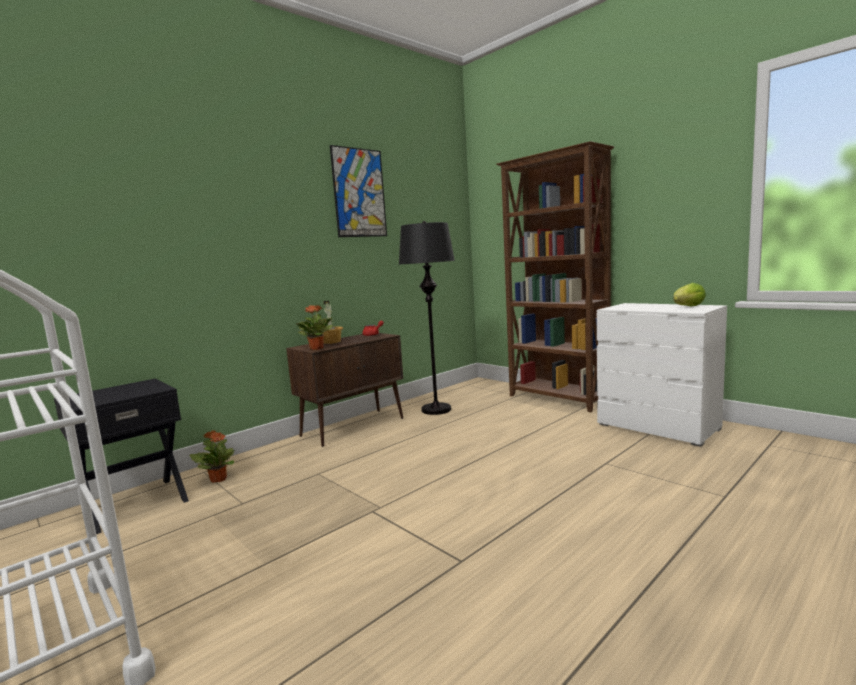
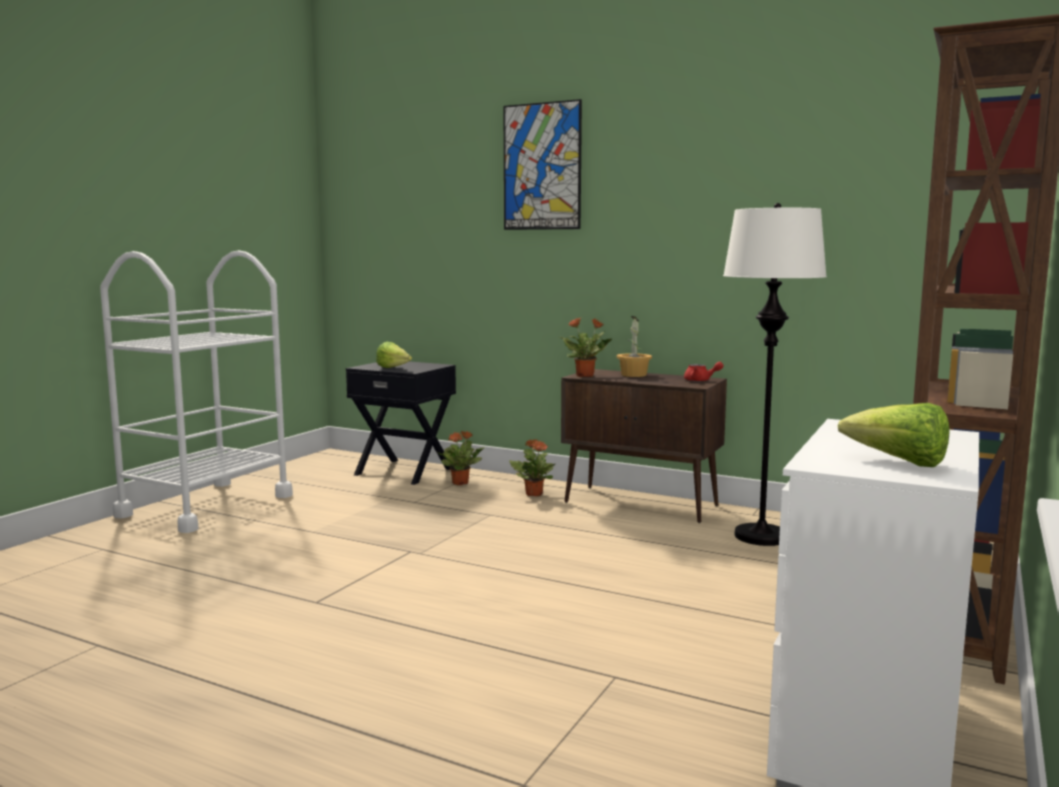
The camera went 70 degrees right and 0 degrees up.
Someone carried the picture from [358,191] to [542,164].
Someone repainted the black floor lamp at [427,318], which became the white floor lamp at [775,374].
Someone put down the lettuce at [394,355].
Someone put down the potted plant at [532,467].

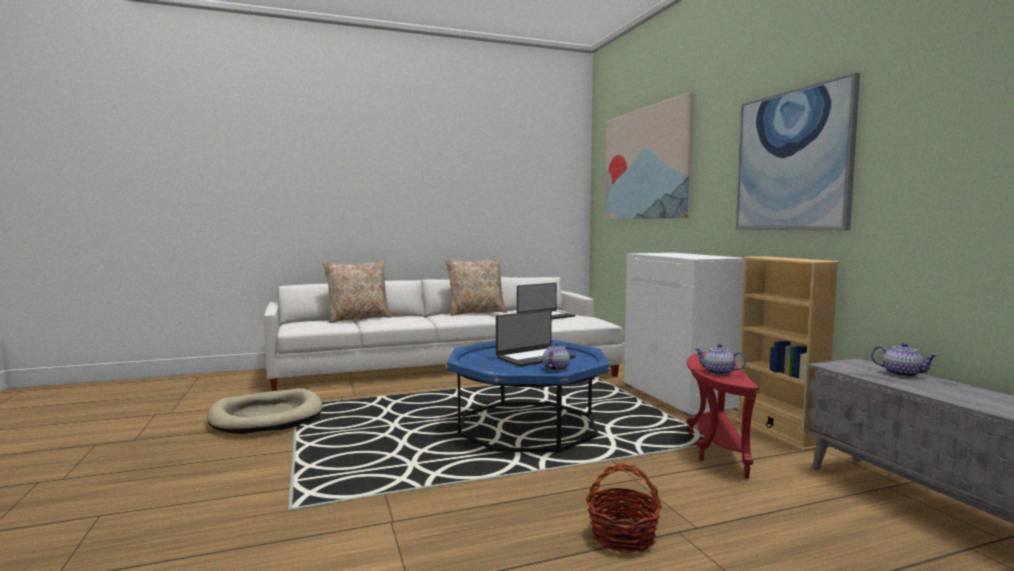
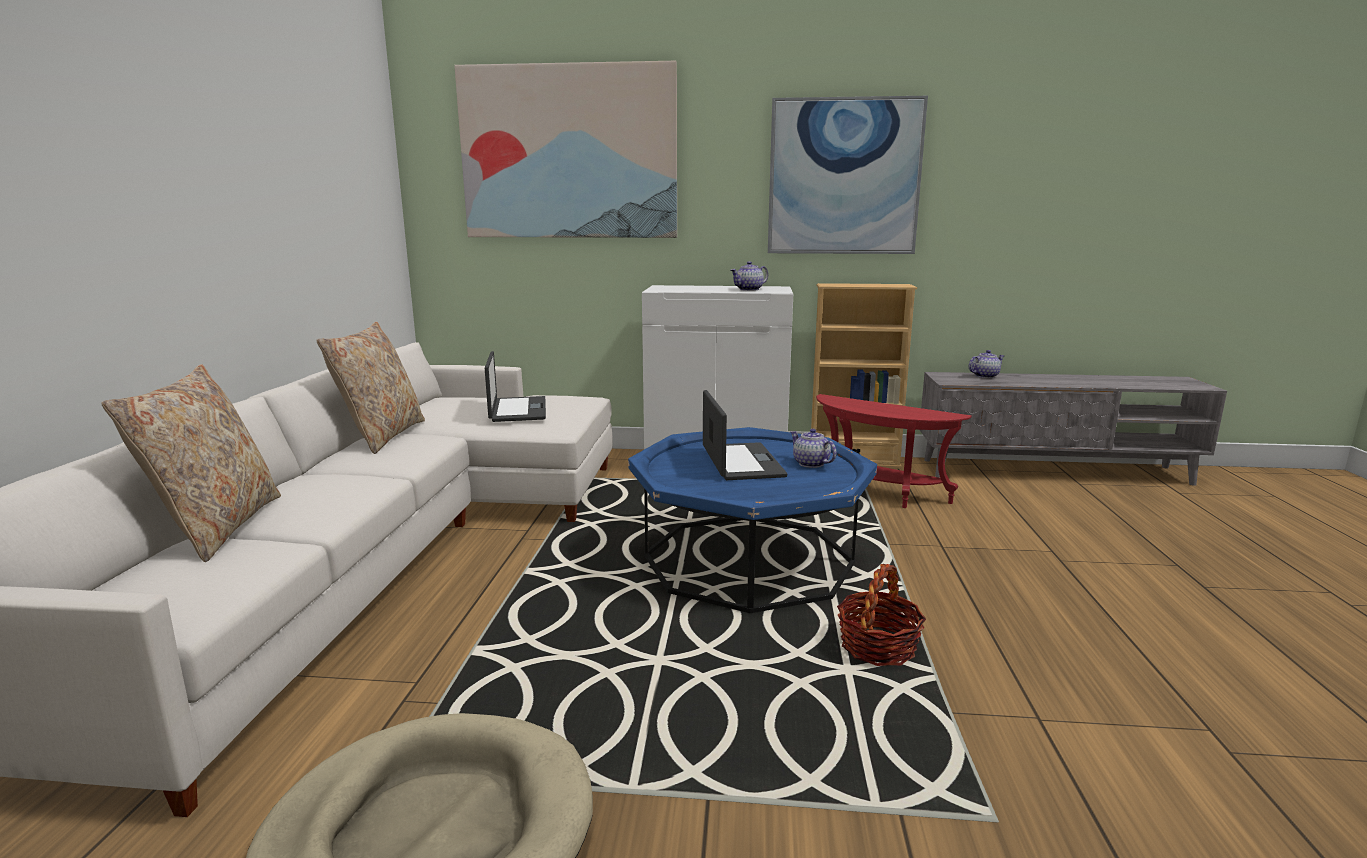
The camera went 65 degrees left and 10 degrees up.
Someone carried the teapot from [720,359] to [749,276].
Someone carried the basket from [624,508] to [881,615].

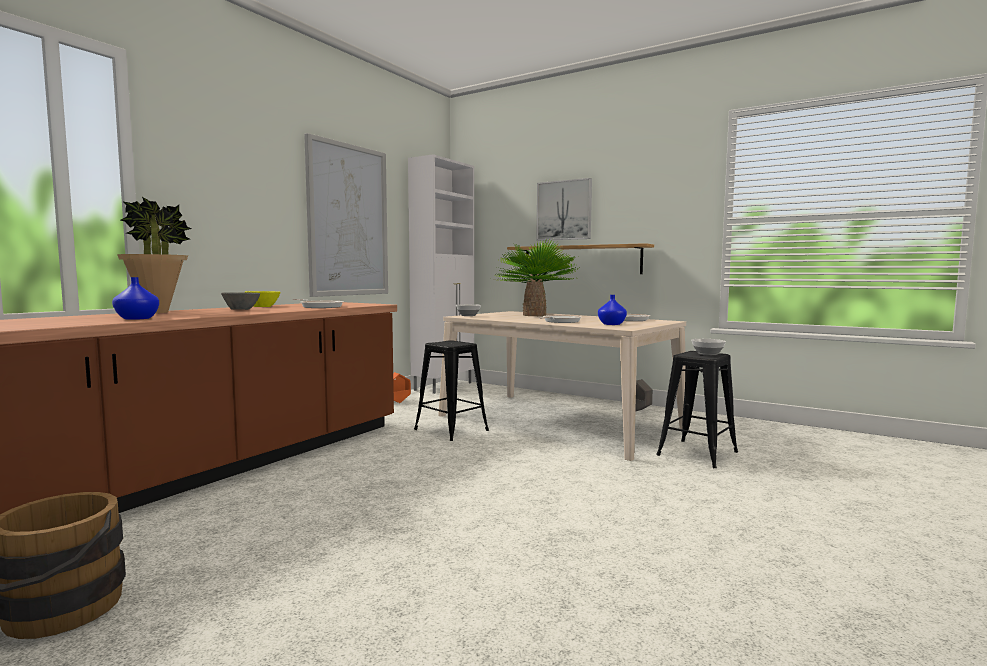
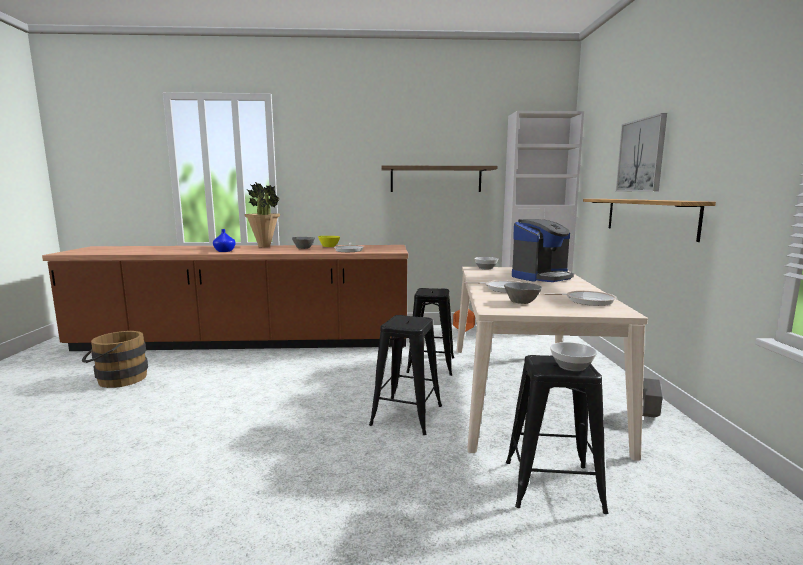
The camera went 55 degrees right and 5 degrees up.
Someone swapped the picture at [346,215] for the shelf at [439,179].
Someone swapped the potted plant at [538,278] for the coffee machine at [543,250].
Someone swapped the blue vase at [612,310] for the grey bowl at [523,293].
Someone put down the black stool at [405,375].

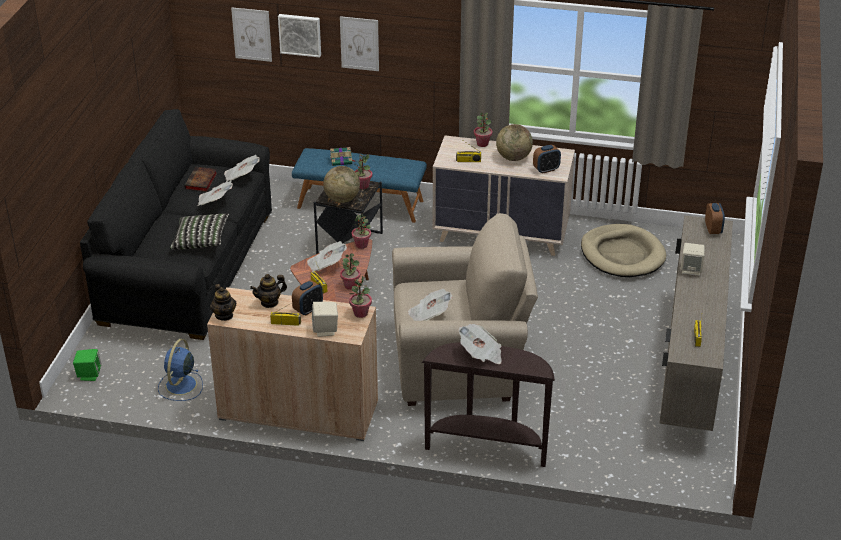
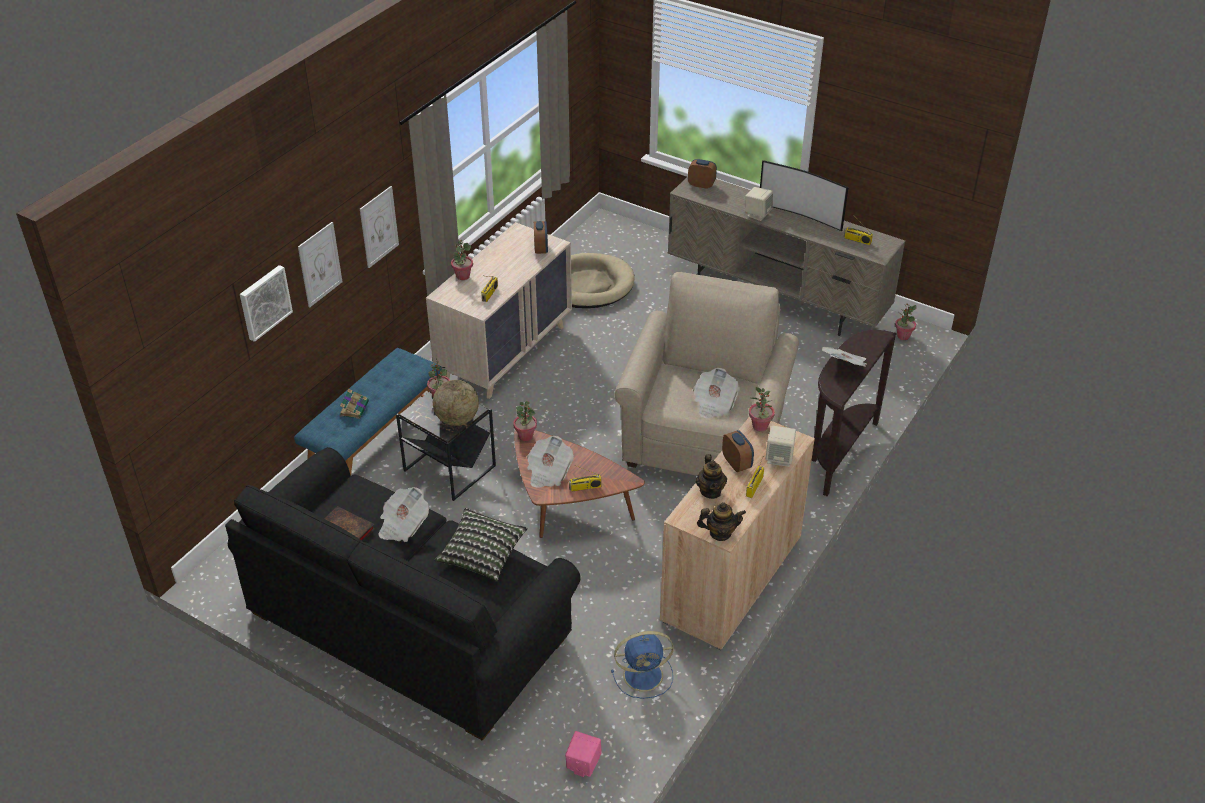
The camera went 70 degrees left and 5 degrees up.
Someone carried the picture from [251,34] to [379,227].
Someone took away the globe at [514,142].
Someone took away the newspaper at [242,168].
Someone carried the potted plant from [350,271] to [906,321].
Someone rotated the blue fan at [180,370] by 45 degrees counterclockwise.
Someone repainted the green speaker at [87,365], which became the pink speaker at [583,754].
Someone put down the television at [804,195].

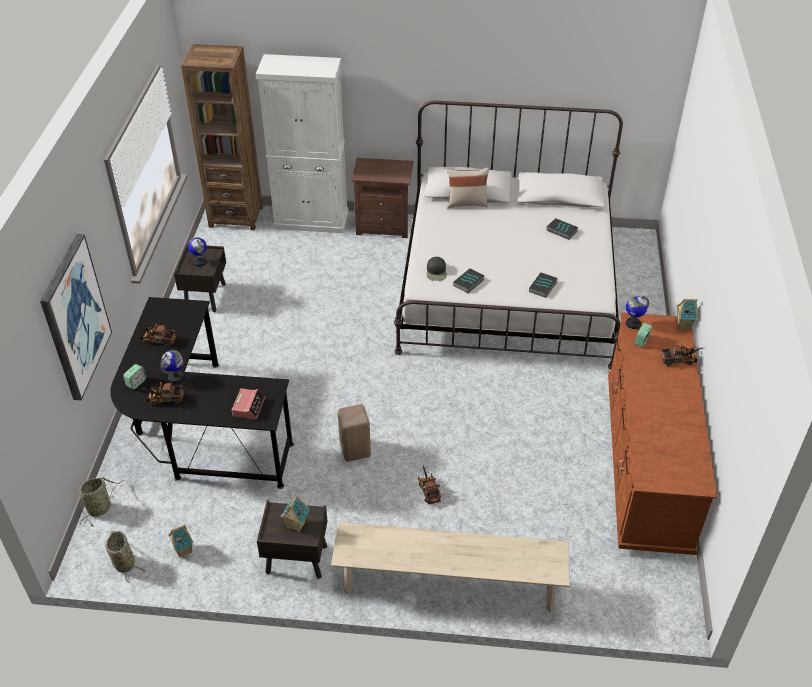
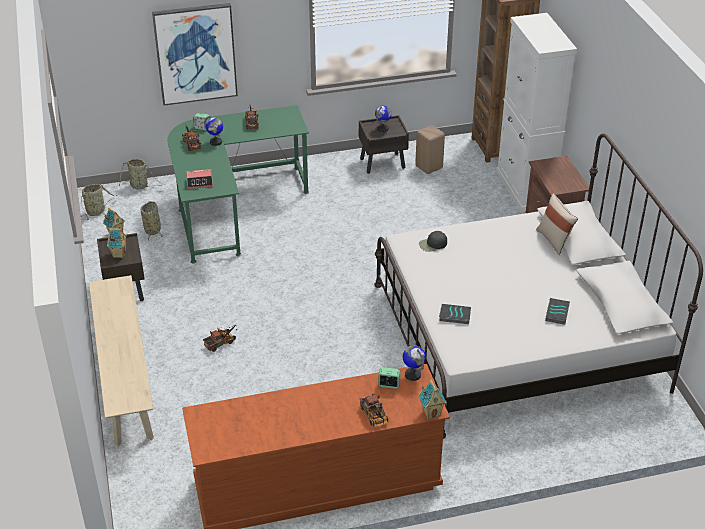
The camera went 70 degrees right and 5 degrees down.
Someone took away the book at [469,280].
Someone repainted the black desk at [202,393], which became the green desk at [238,184].
Someone carried the beige stool from [354,433] to [430,149].
Someone put down the basket at [152,221].

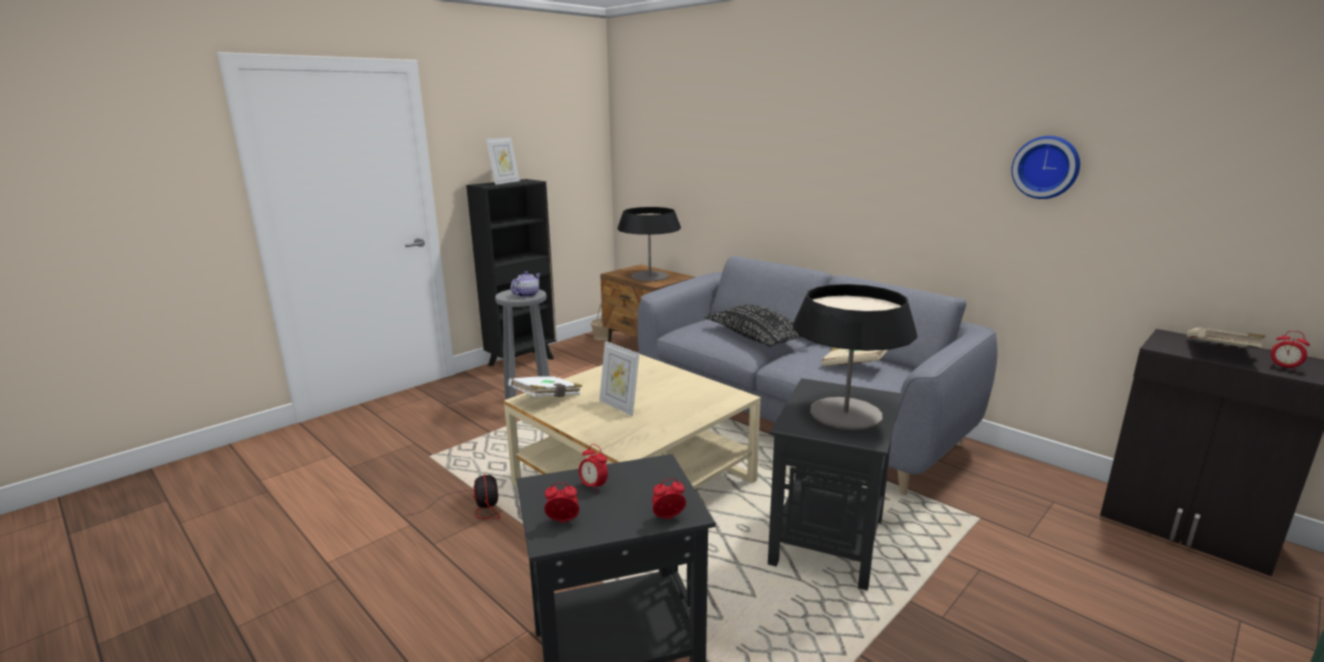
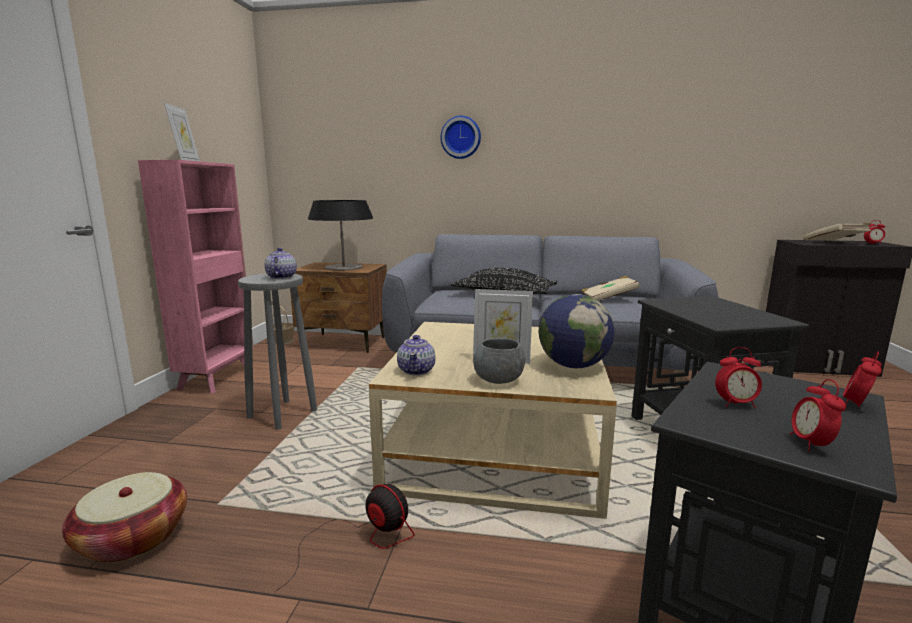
The camera went 35 degrees left and 5 degrees down.
Someone carried the wall clock from [1045,167] to [460,137].
Someone repainted the black bookcase at [511,272], which became the pink bookcase at [196,276].
Someone took away the table lamp at [855,357].
Someone swapped the white book at [545,386] for the teapot at [416,355].
Someone rotated the alarm clock at [561,503] by 45 degrees counterclockwise.
Someone put down the globe at [577,331].
Someone put down the grey bowl at [499,361].
Someone put down the basket at [124,517].

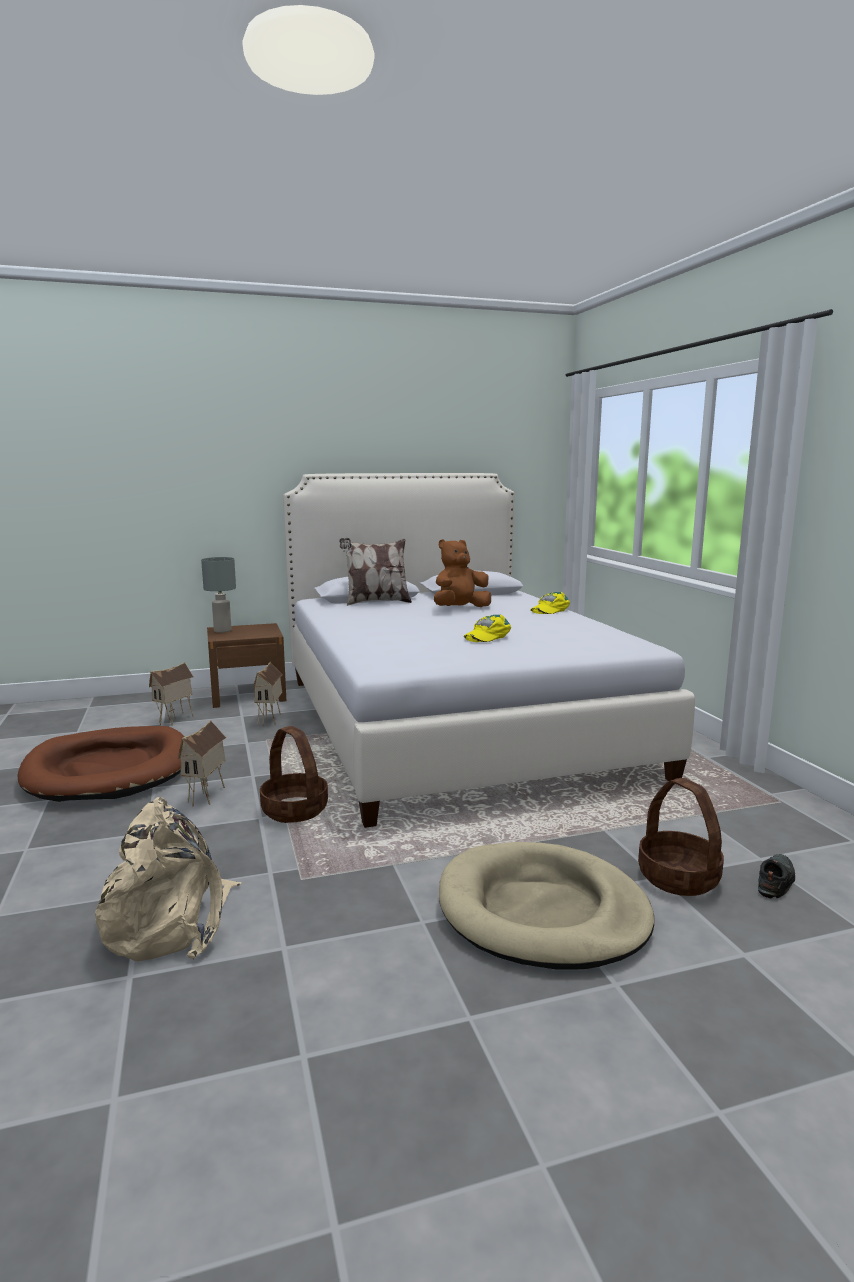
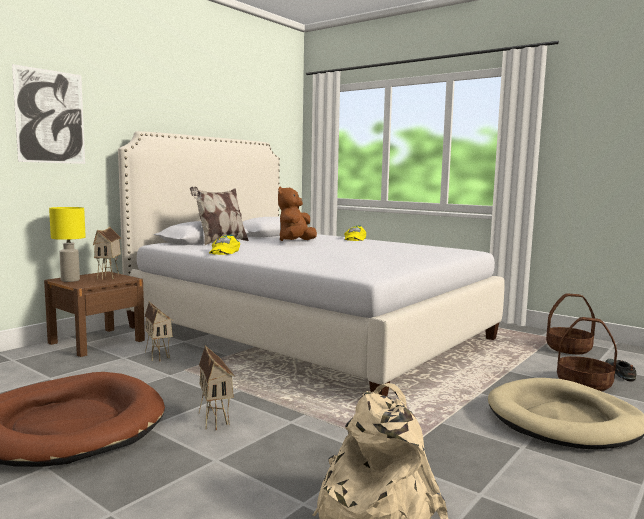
The camera went 35 degrees left and 5 degrees down.
Someone repainted the grey table lamp at [218,595], which became the yellow table lamp at [67,244].
Someone carried the yellow cap from [487,628] to [224,245].
Someone carried the toy house from [171,693] to [107,253].
Someone carried the basket from [294,774] to [571,324].
Someone put up the picture at [48,114].

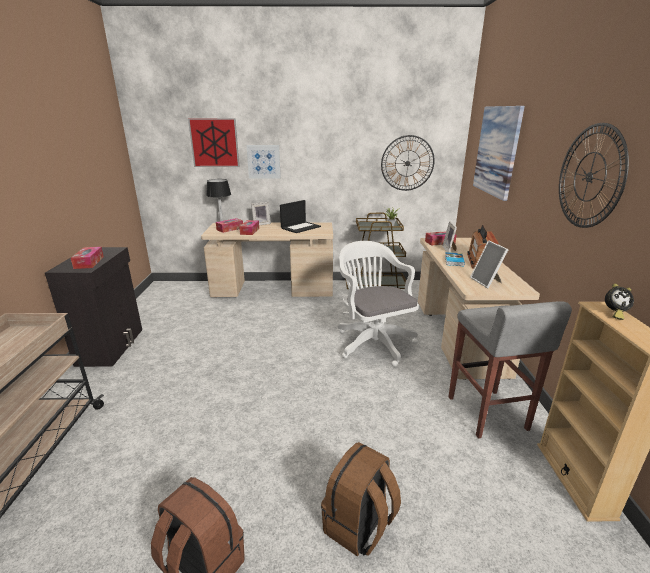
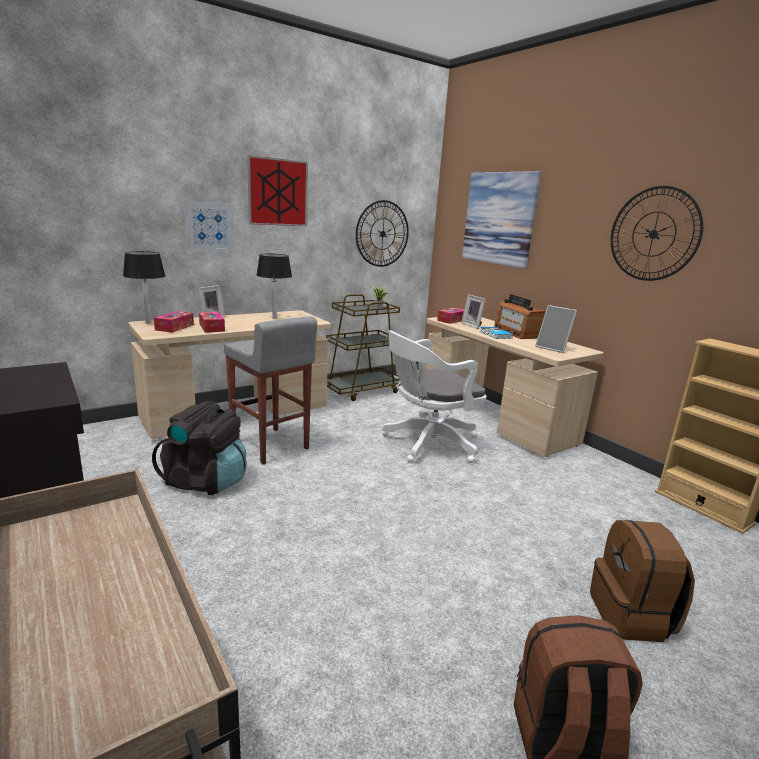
The camera went 35 degrees left and 5 degrees down.
Someone carried the picture from [214,142] to [277,190].
Someone swapped the laptop at [300,216] for the black table lamp at [274,286].
Someone rotated the white office chair at [378,304] by 60 degrees counterclockwise.
Someone took away the tissue box at [87,258].
Someone took away the alarm clock at [619,302].
Someone carried the grey stool from [510,370] to [270,390].
Someone put down the black backpack at [199,448].

